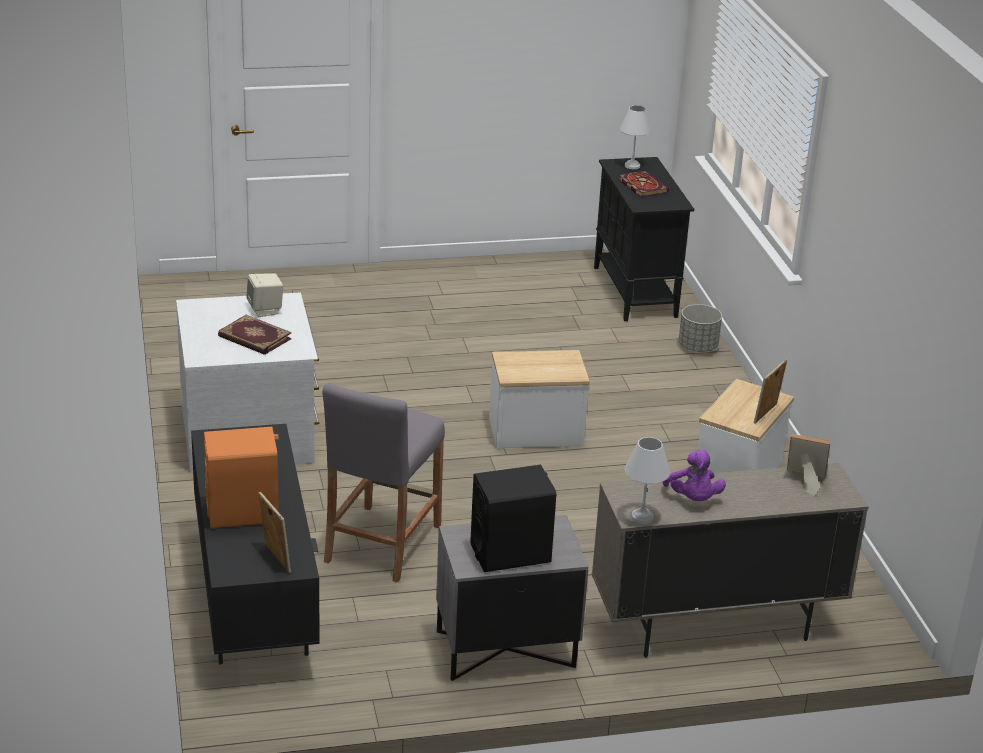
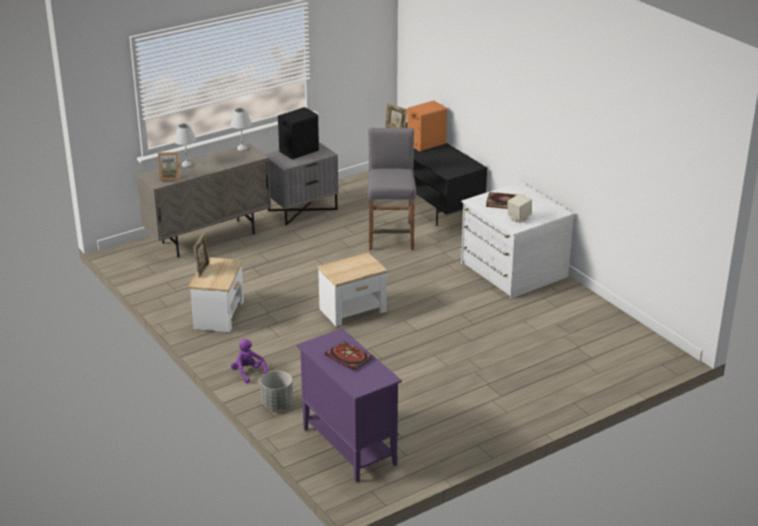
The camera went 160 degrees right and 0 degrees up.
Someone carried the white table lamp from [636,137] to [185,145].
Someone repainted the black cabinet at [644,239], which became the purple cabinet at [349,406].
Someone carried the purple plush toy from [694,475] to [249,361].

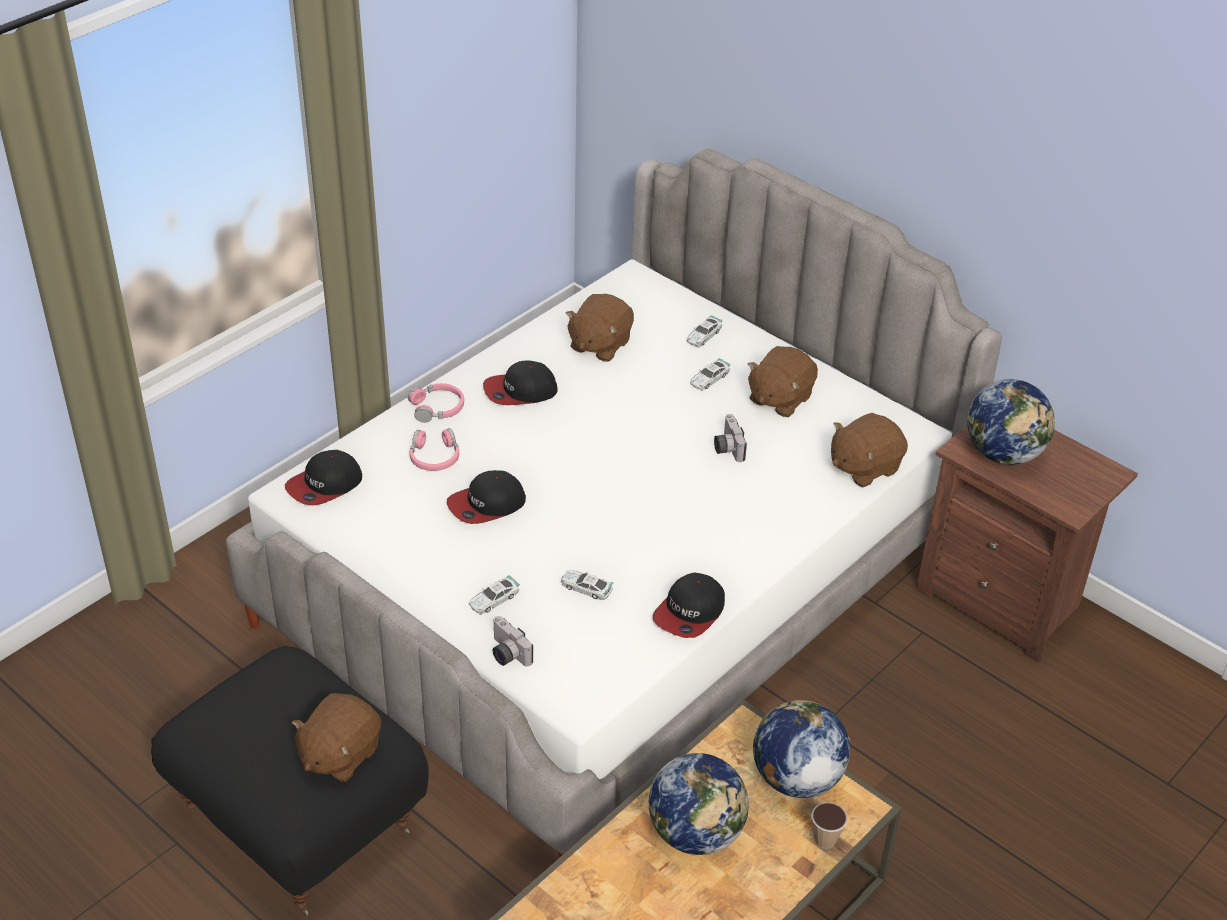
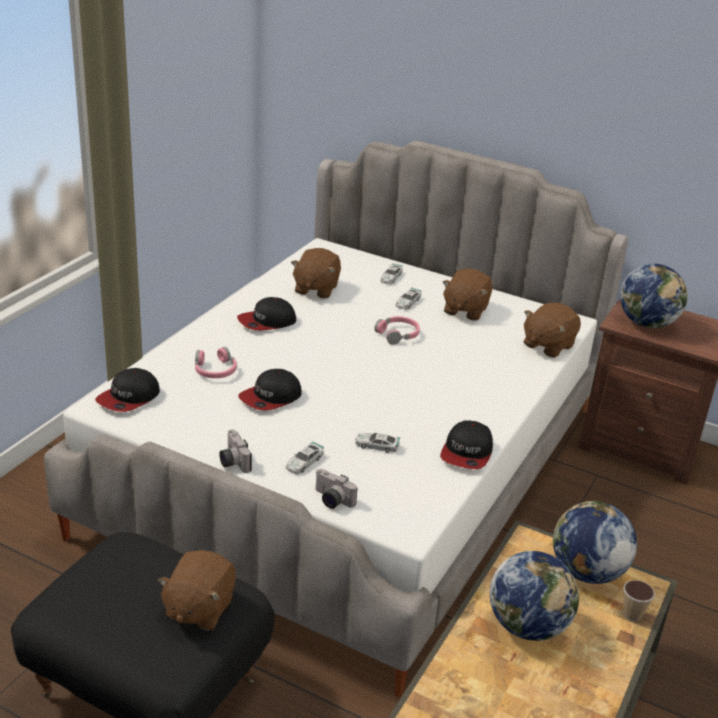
The camera went 15 degrees left and 10 degrees down.
Someone carried the pink headphones from [436,403] to [397,330].
Someone carried the photo camera from [730,438] to [236,451].

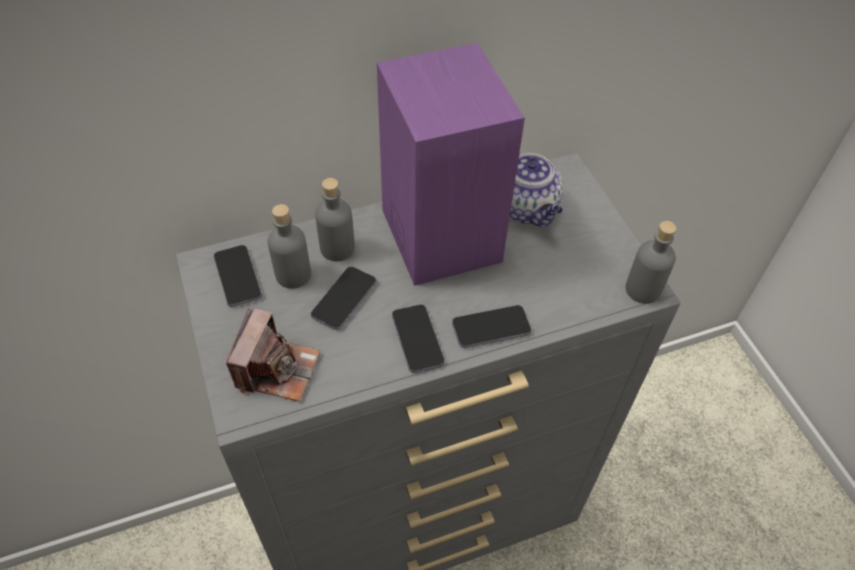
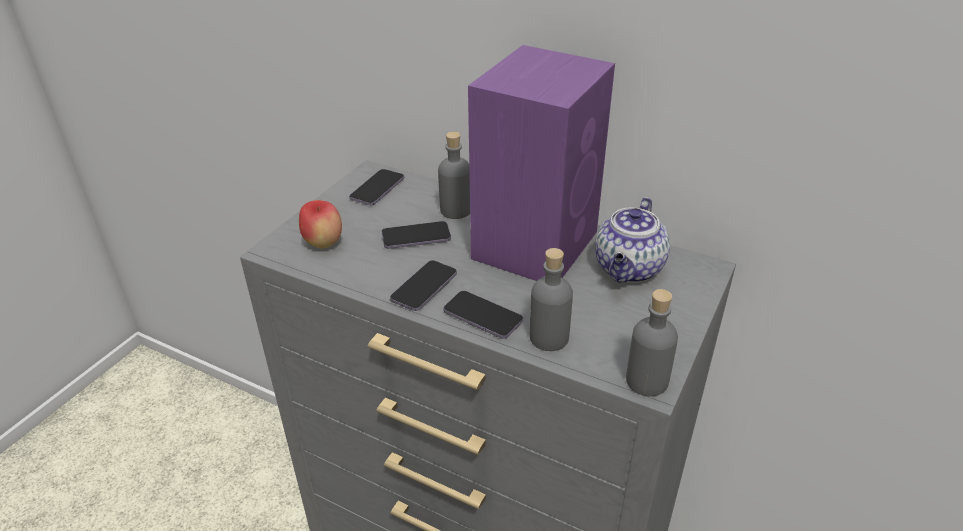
The camera went 50 degrees right and 15 degrees down.
Someone carried the grey bottle from [289,246] to [551,299].
Someone swapped the photo camera at [273,355] for the apple at [320,224].

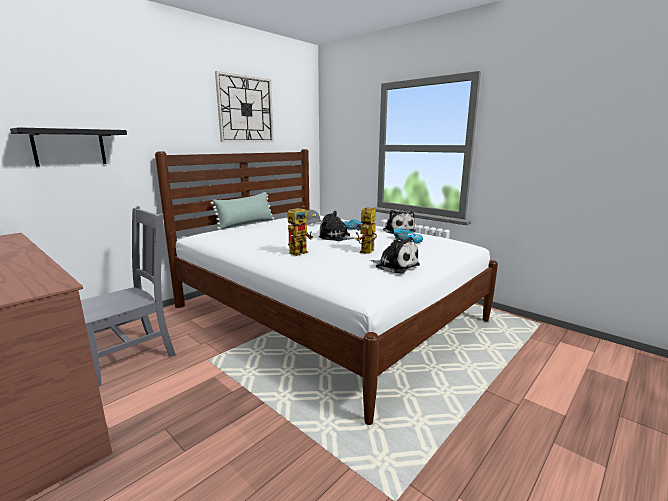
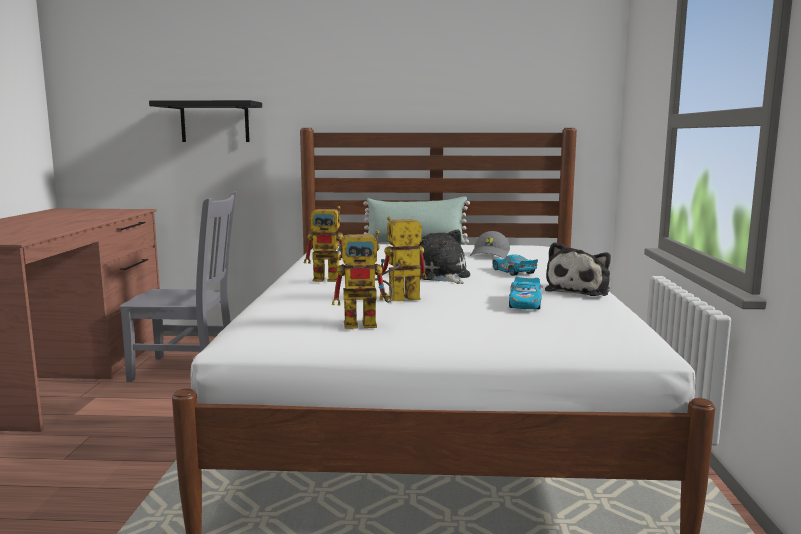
The camera went 50 degrees right and 5 degrees down.
Someone took away the wall clock at [244,106].
Someone swapped the plush toy at [395,255] for the toy robot at [362,279].

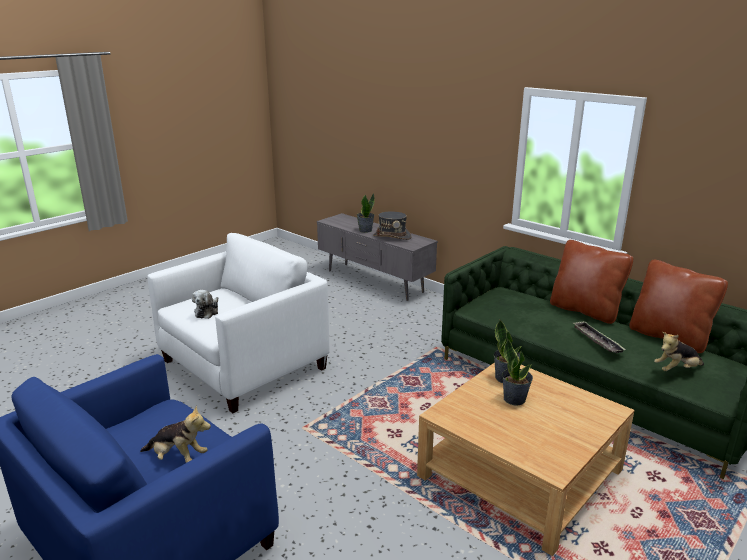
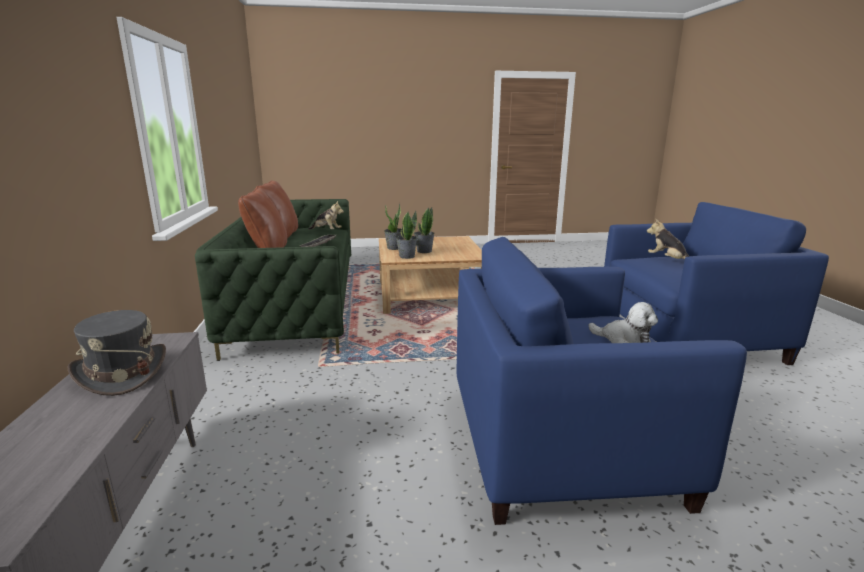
The camera went 140 degrees left and 5 degrees down.
Someone carried the potted plant from [366,213] to [392,226].
Someone repainted the white armchair at [238,323], which became the blue armchair at [602,381].
Someone rotated the plush toy at [205,304] by 75 degrees clockwise.

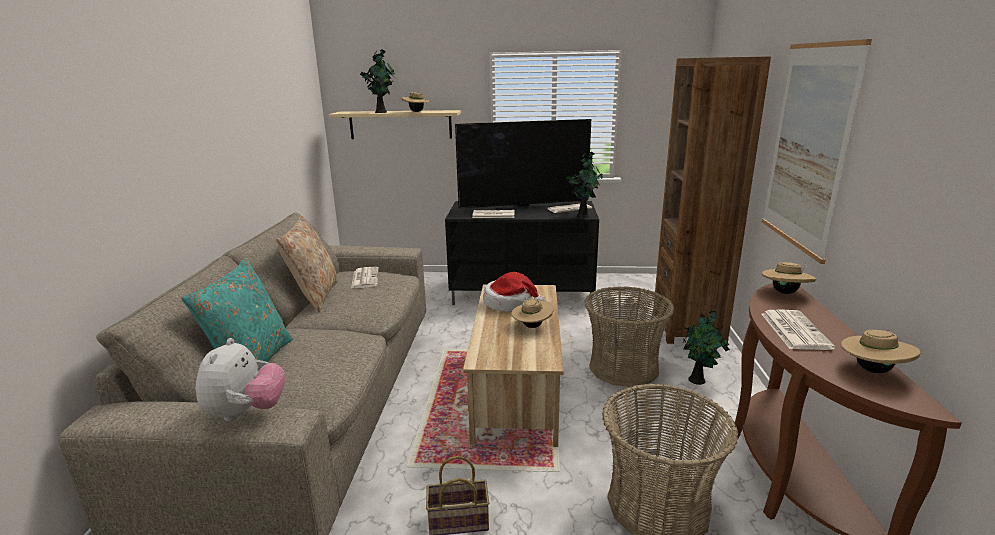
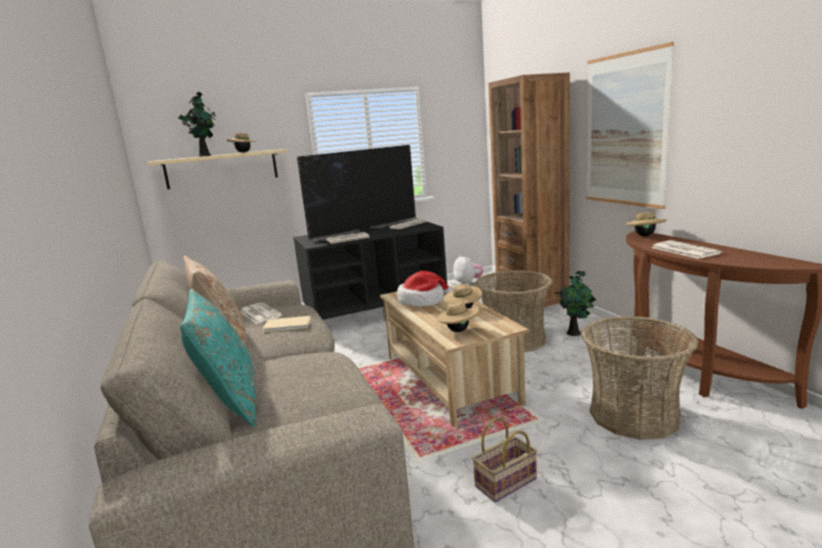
The camera went 25 degrees left and 5 degrees down.
Someone took away the potted plant at [584,185].
Someone carried the beige hat from [881,350] to [457,316].
Someone carried the plush toy from [240,380] to [468,270].
Someone put down the beige book at [286,324].

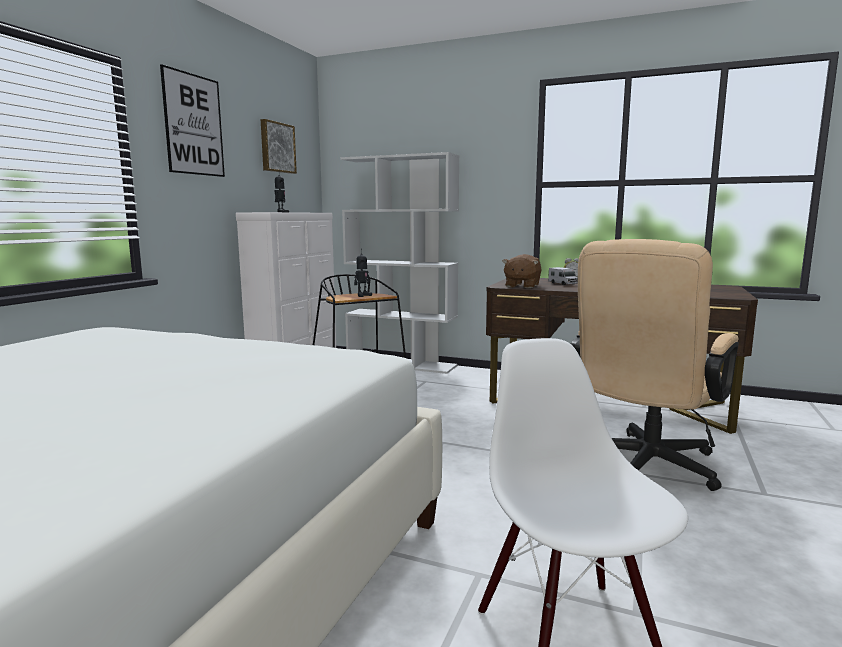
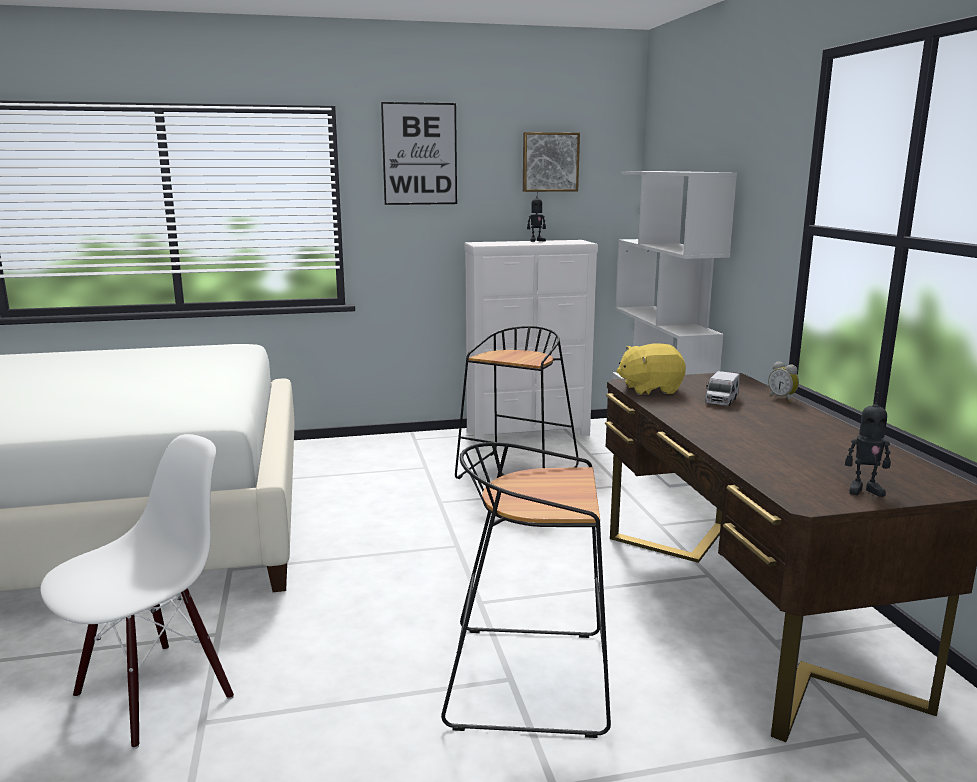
The camera went 55 degrees right and 5 degrees up.
Someone swapped the beige office chair at [654,365] for the black stool at [526,590].
Someone carried the toy robot from [363,273] to [868,444].
Someone repainted the brown plush toy at [522,271], which became the yellow plush toy at [651,369].

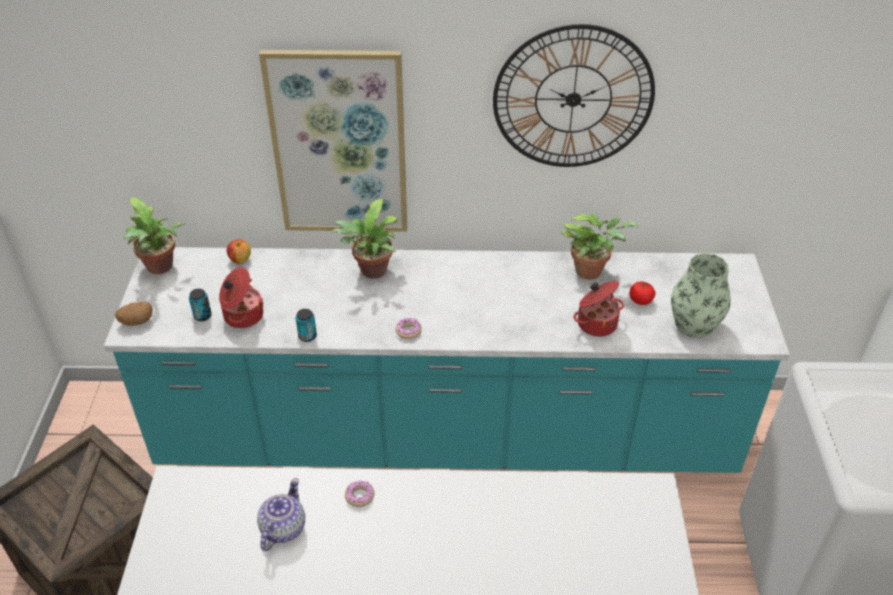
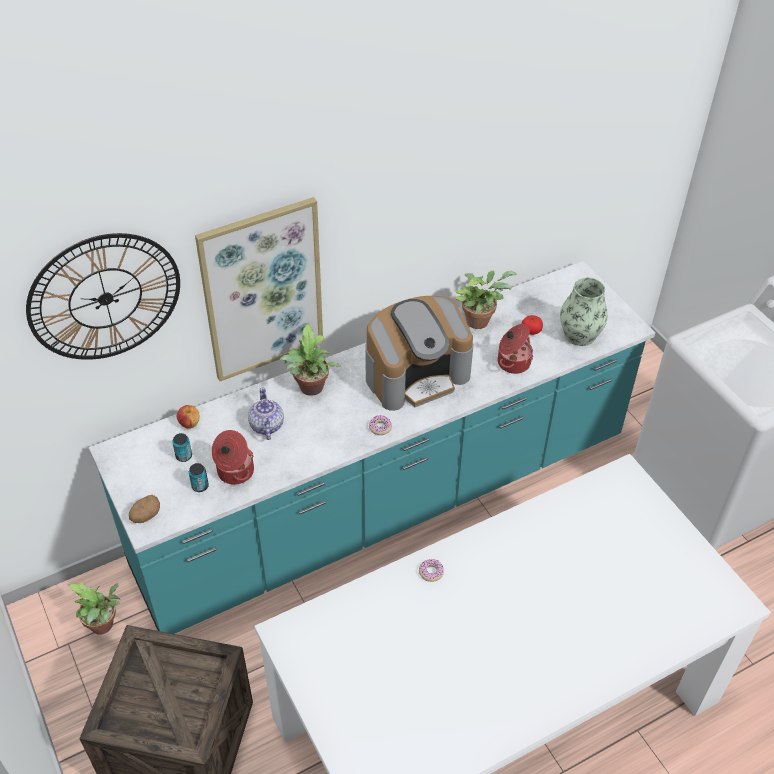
The camera went 30 degrees left and 5 degrees up.
Someone carried the wall clock from [574,95] to [103,296].
Someone carried the potted plant from [155,235] to [94,608].
Someone carried the can from [306,325] to [182,447].
Someone carried the teapot from [281,514] to [266,413].
Someone put down the coffee machine at [419,353].

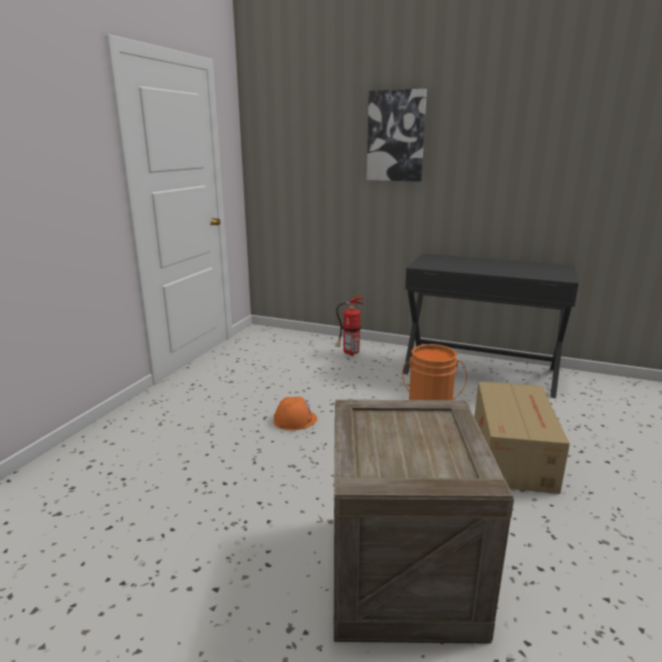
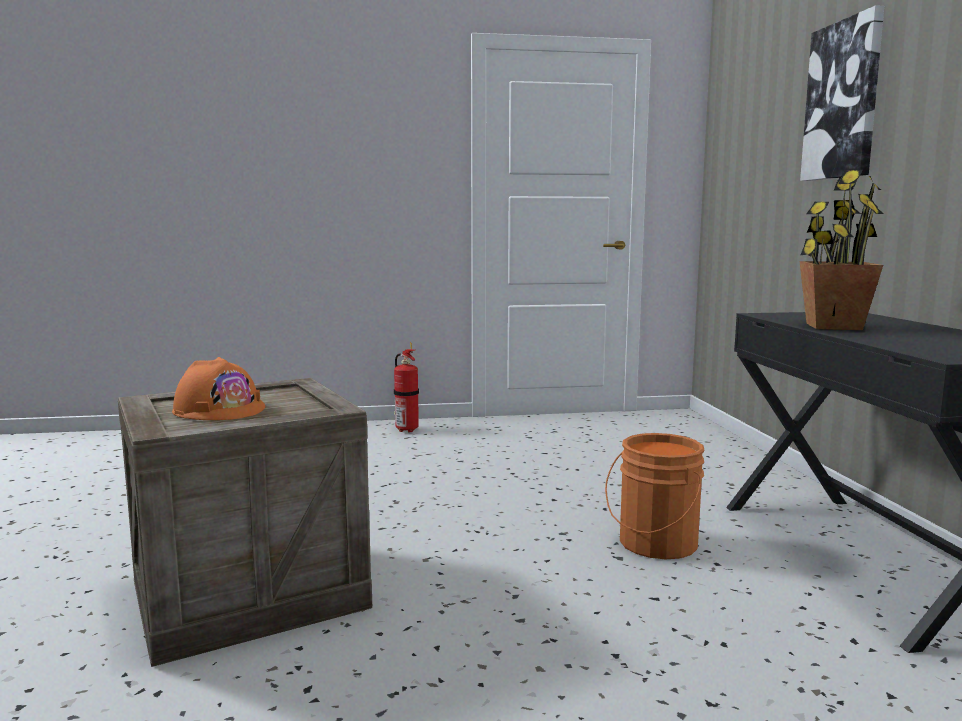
The camera went 60 degrees right and 10 degrees down.
Someone carried the fire extinguisher from [350,324] to [406,387].
Someone took away the cardboard box at [522,437].
Someone carried the orange hard hat from [295,413] to [218,388].
Someone put down the potted plant at [841,250].

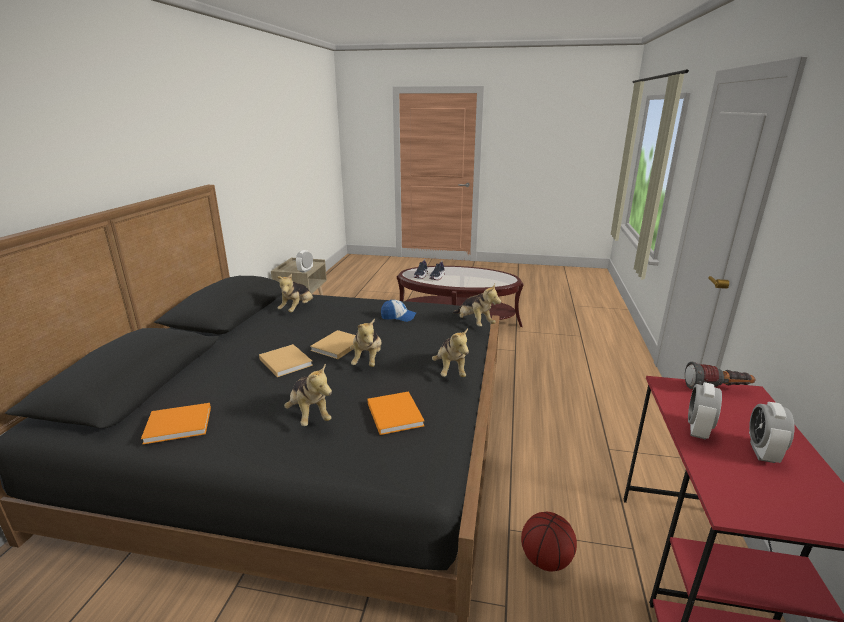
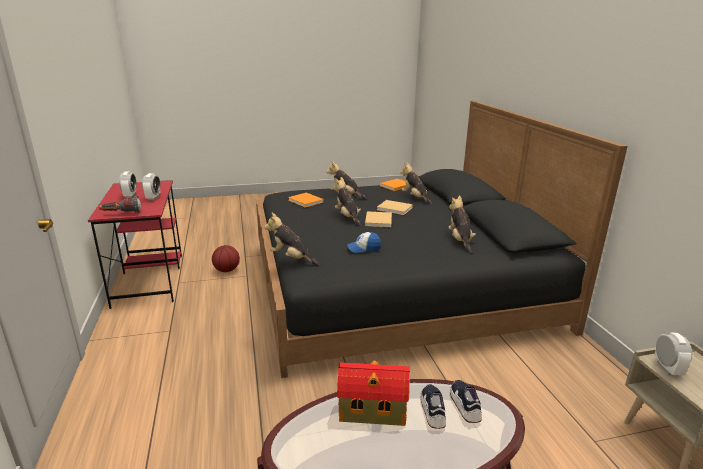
The camera went 155 degrees right and 0 degrees up.
Someone carried the plush toy from [450,352] to [416,183].
Someone put down the toy house at [373,393].

